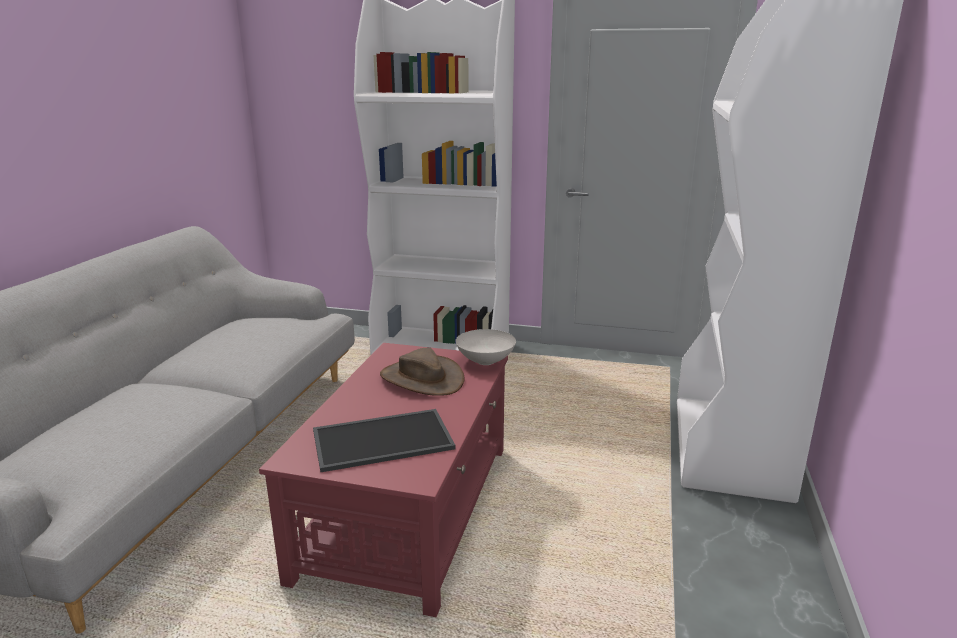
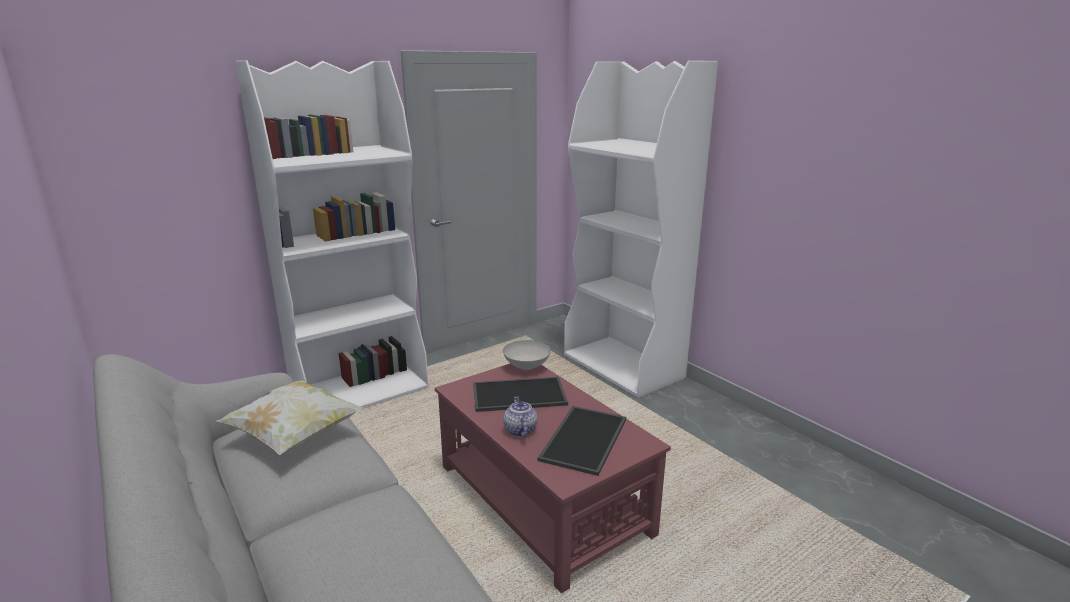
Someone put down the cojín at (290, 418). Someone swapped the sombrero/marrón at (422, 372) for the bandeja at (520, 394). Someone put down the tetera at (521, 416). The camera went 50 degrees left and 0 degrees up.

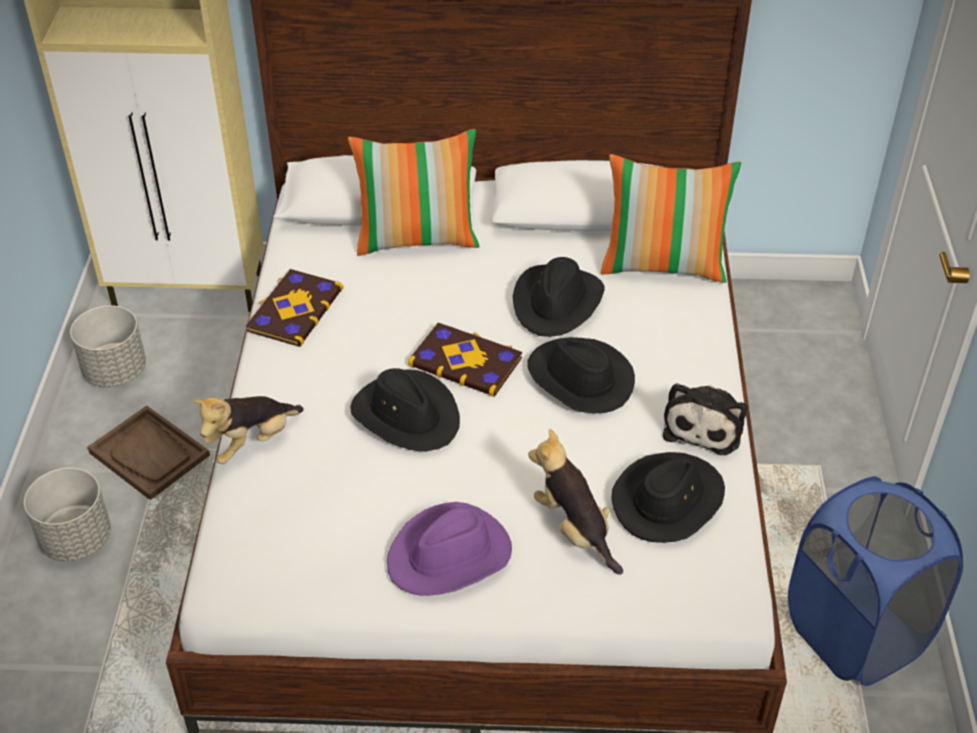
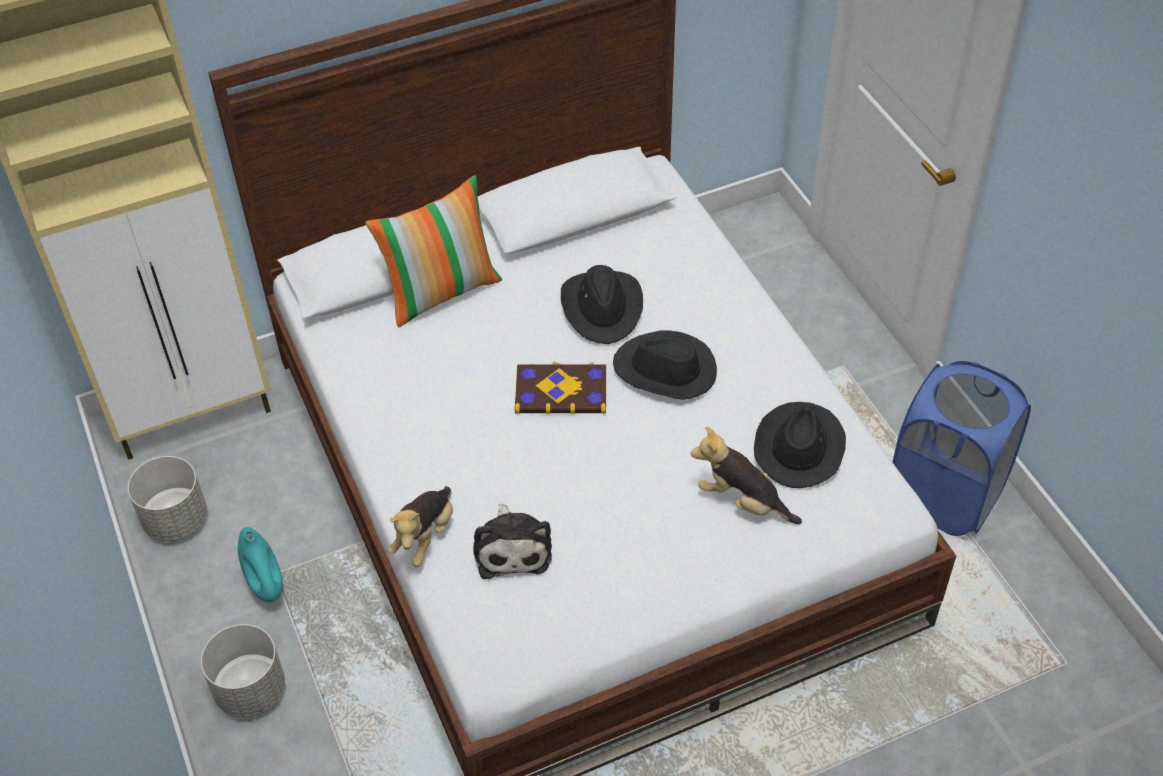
Someone swapped the bandeja/marrón at (149, 452) for the florero/turquesa at (260, 564). Someone carried the peluche from (705, 419) to (512, 541). Someone took away the libro at (295, 308). Someone took away the sombrero/negro at (405, 409). Someone took away the sombrero/morado at (449, 549). Someone took away the cojín at (671, 218). The camera went 25 degrees left and 5 degrees up.

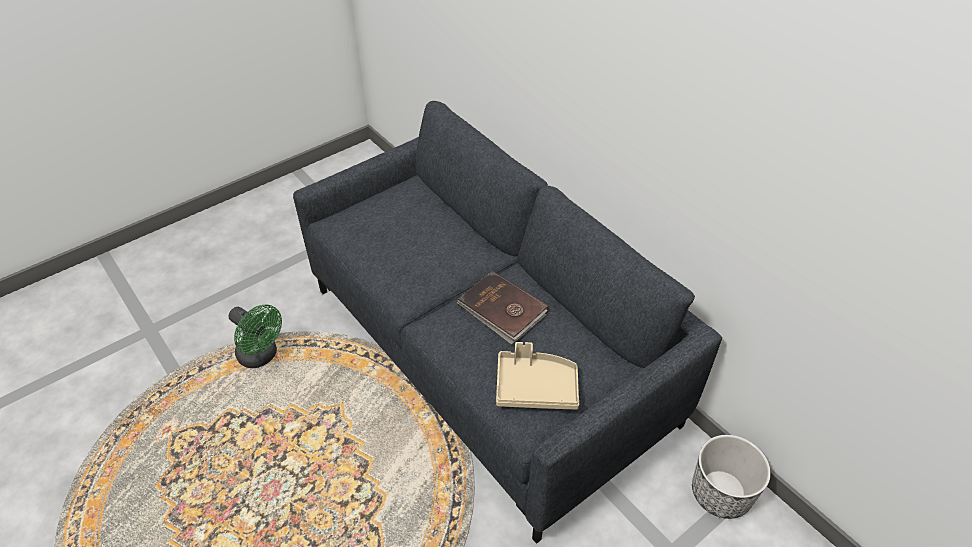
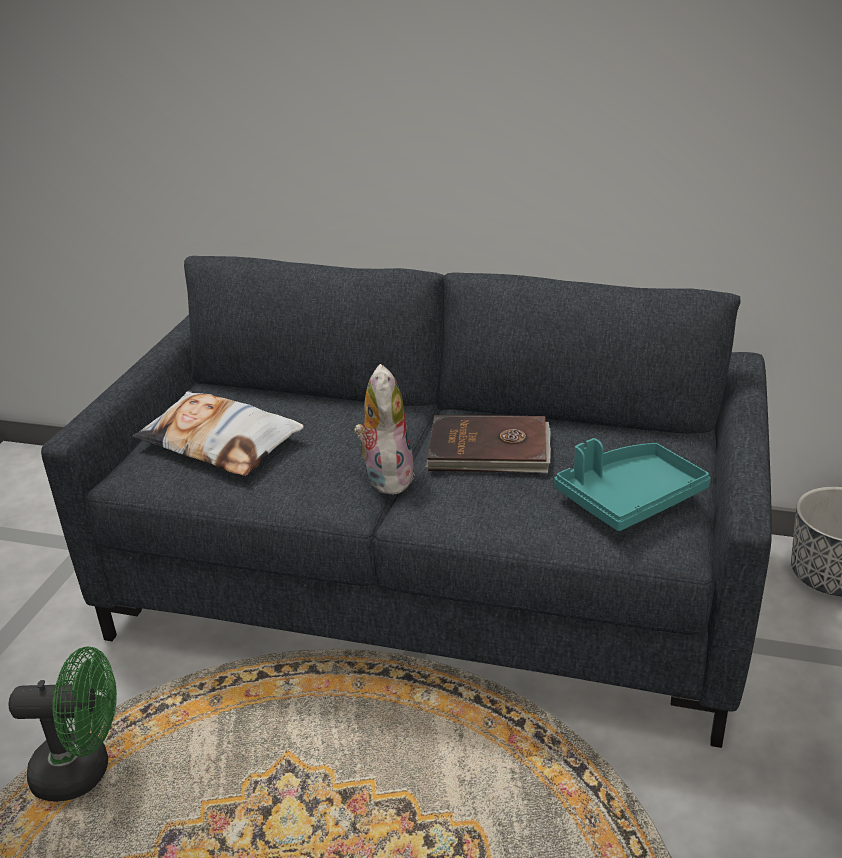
Someone put down the cojín at (218, 433). Someone put down the peluche at (384, 429). Someone repainted the bandeja/beis at (537, 376), which became the bandeja/turquesa at (633, 484). The camera went 35 degrees left and 15 degrees down.

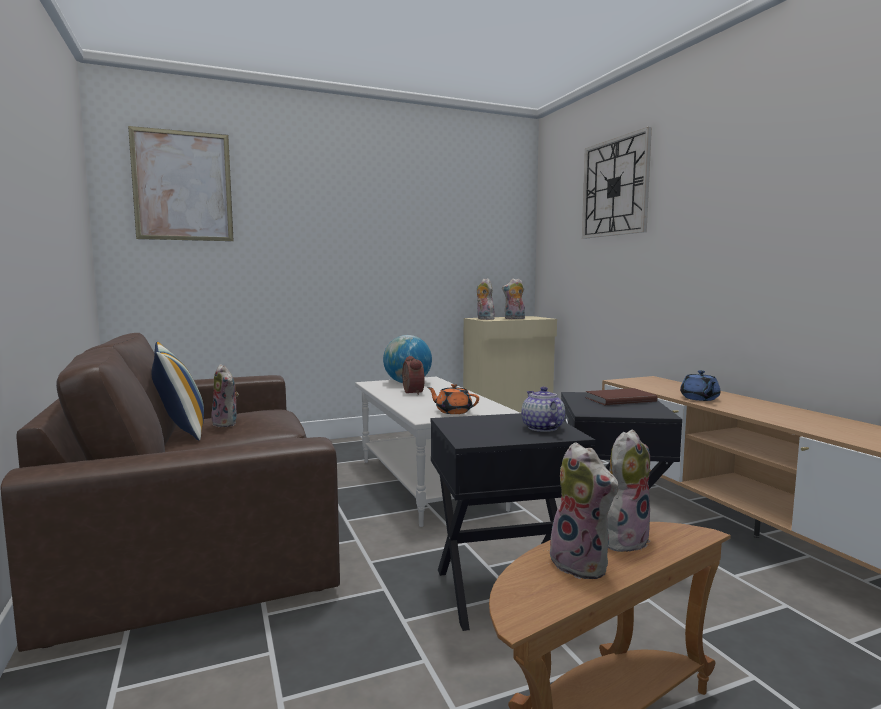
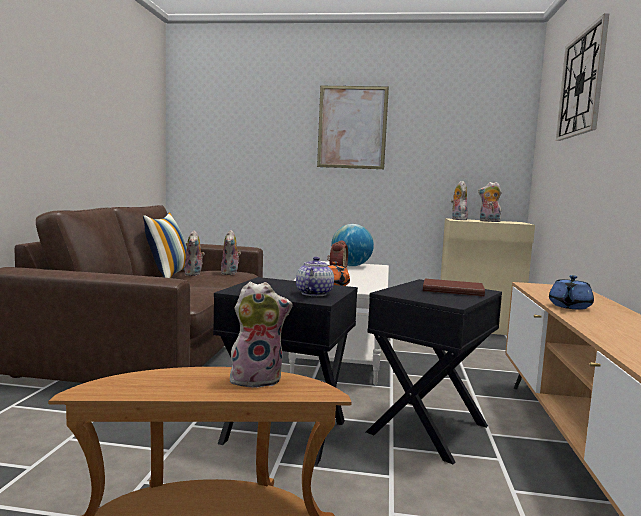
Someone carried the peluche from (583, 510) to (231, 252). Someone carried the cuadro from (181, 183) to (353, 127). The camera went 30 degrees right and 0 degrees up.

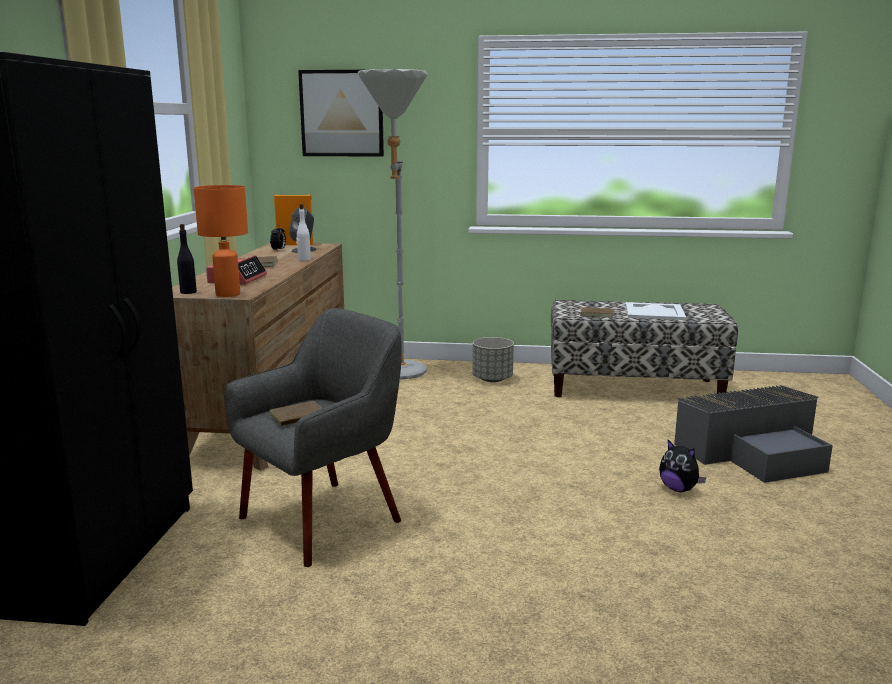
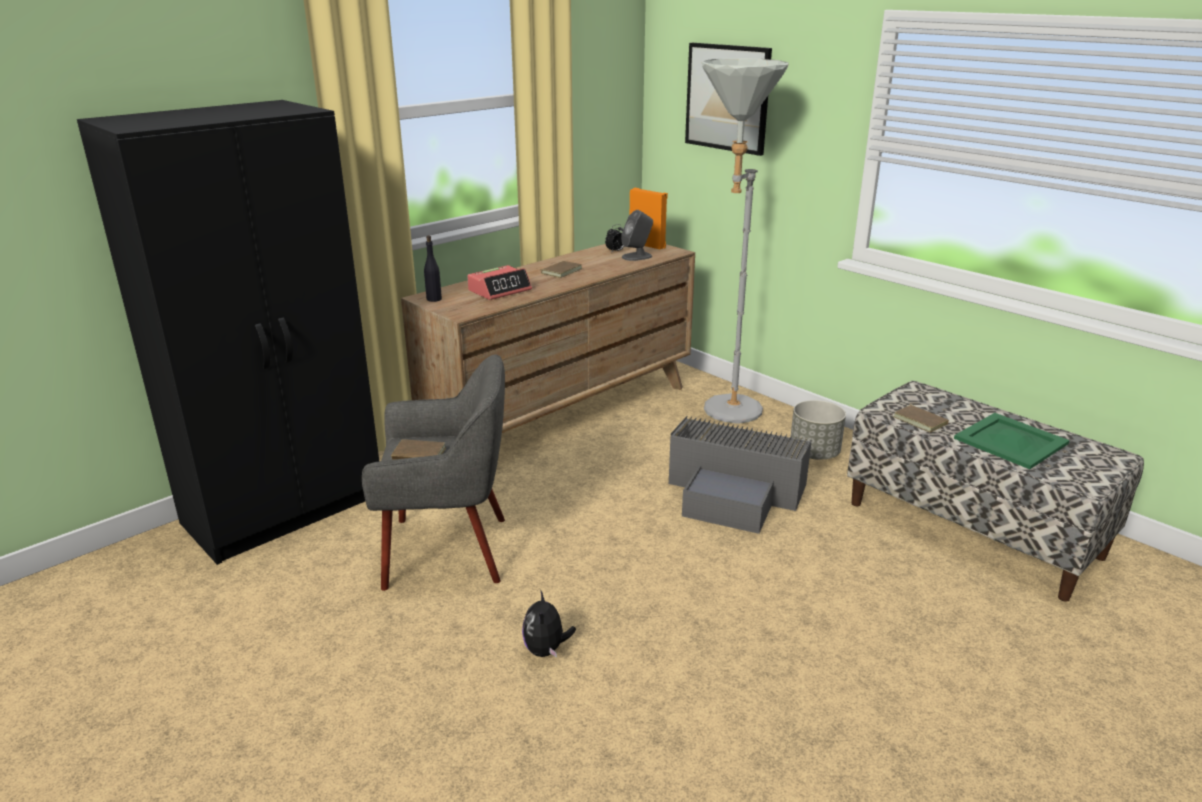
Someone carried the peluche from (682, 466) to (549, 623). Someone carried the caja de almacenaje/gris from (753, 434) to (740, 475). Someone repainted the bandeja/blanco at (656, 311), which became the bandeja/verde at (1012, 441). Someone took away the lámpara de mesa/naranja at (221, 241). Someone took away the botella/blanco at (303, 232). The camera went 40 degrees right and 10 degrees up.

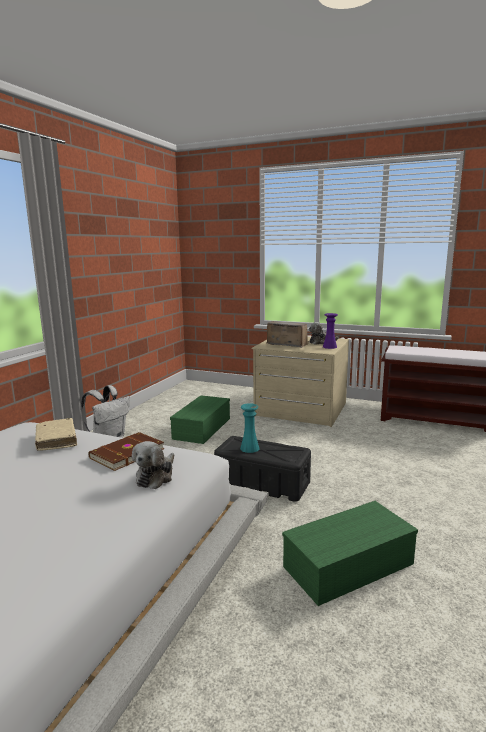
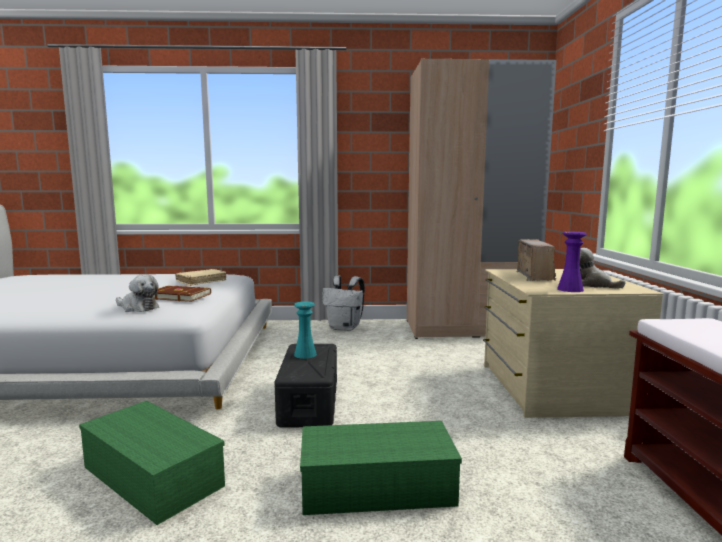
Someone rotated the peluche at (153, 465) by 150 degrees counterclockwise. Someone carried the caja de almacenaje/verde from (200, 419) to (381, 468). Someone put down the armario ropero/beis at (482, 199). The camera went 65 degrees right and 5 degrees down.

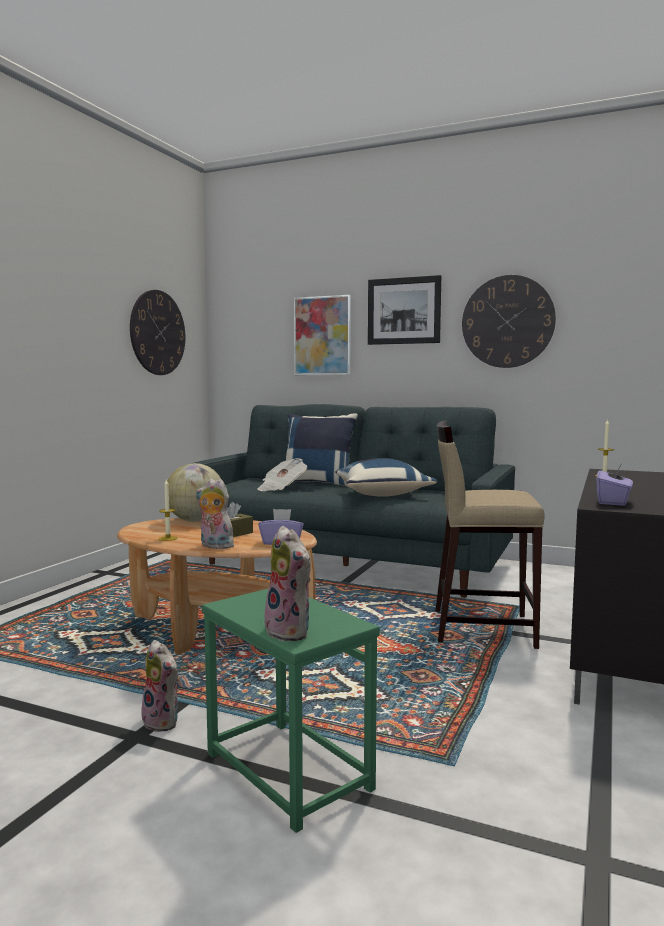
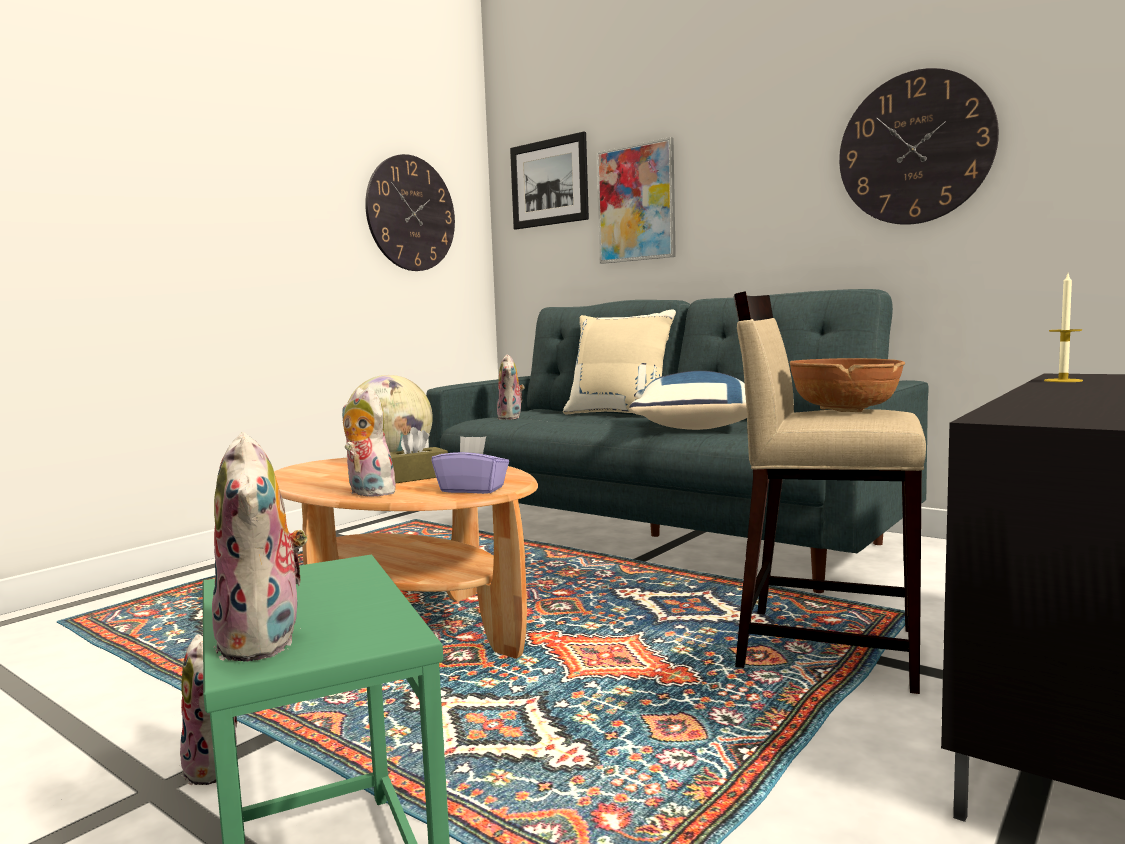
Someone put down the peluche at (511, 387). Someone carried the cuadro from (404, 310) to (549, 180). Someone repainted the cojín/azul at (322, 450), which became the cojín/beis at (619, 363). Someone put down the cuenco/marrón at (847, 385). Someone took away the vela at (168, 510). Someone took away the periódico at (282, 474). Someone took away the caja de pañuelos/morado at (614, 484). The camera went 15 degrees right and 0 degrees up.

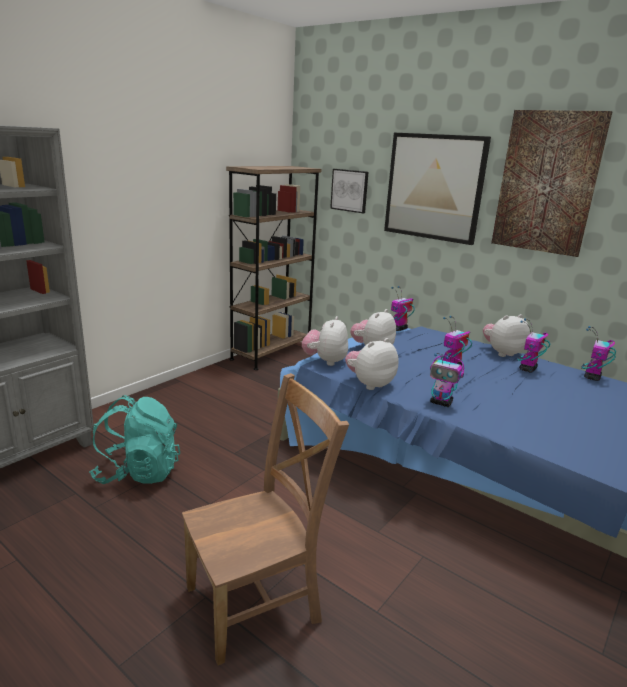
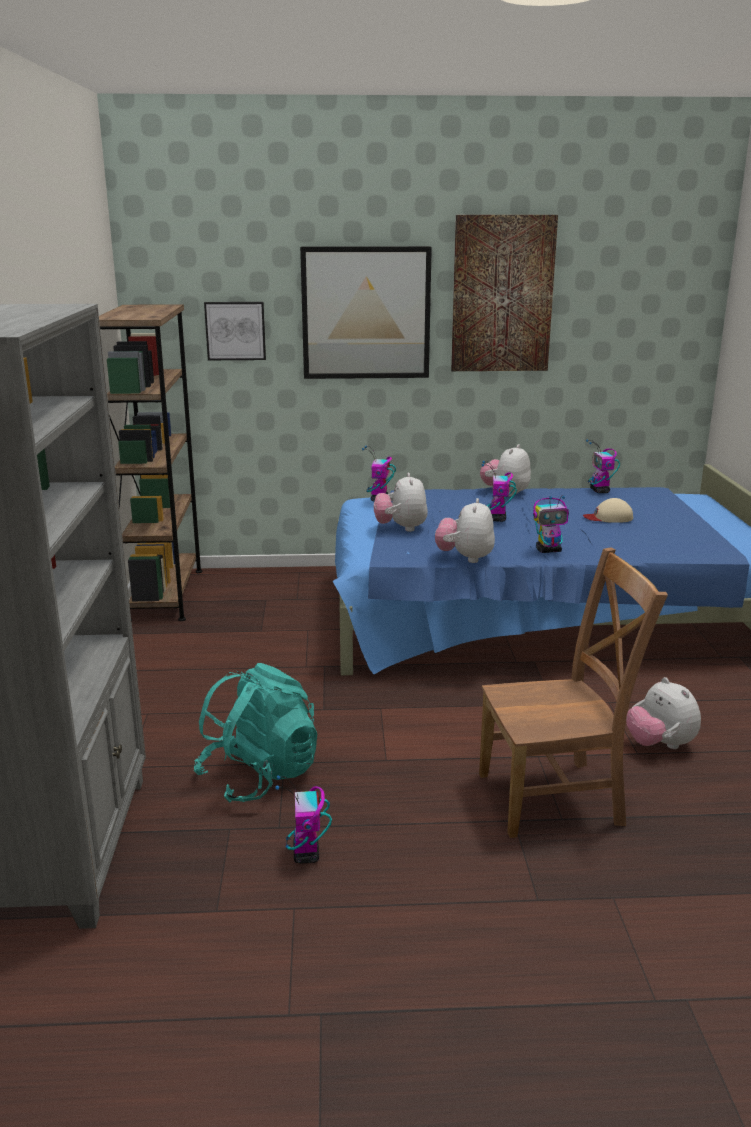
Someone carried the robot de juguete from (533, 346) to (303, 819). Someone rotated the silla/marrón at (265, 519) by 60 degrees clockwise. Someone put down the gorra/beis at (608, 510). Someone carried the peluche from (325, 341) to (663, 713). The camera went 40 degrees left and 0 degrees up.

